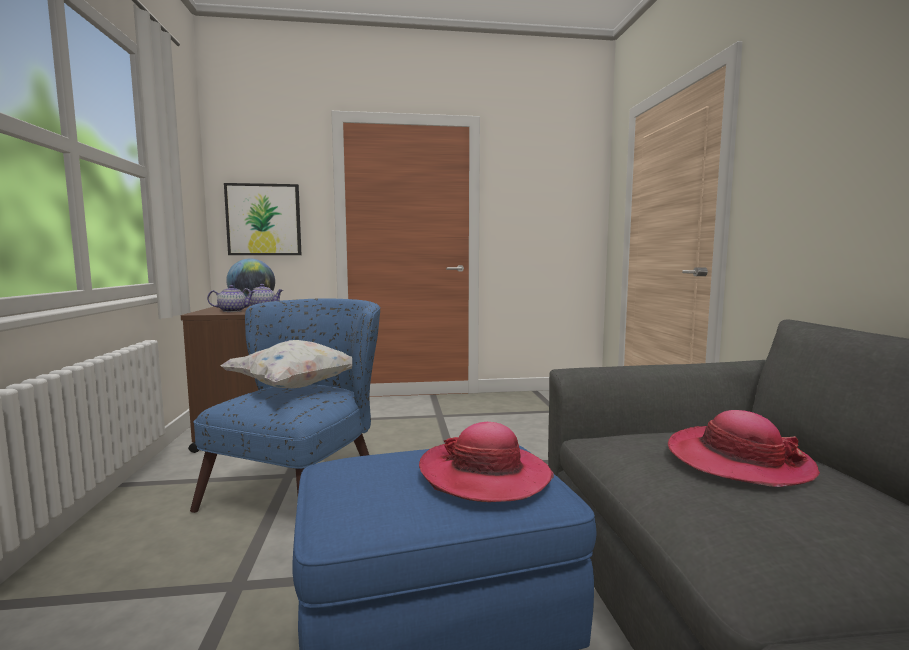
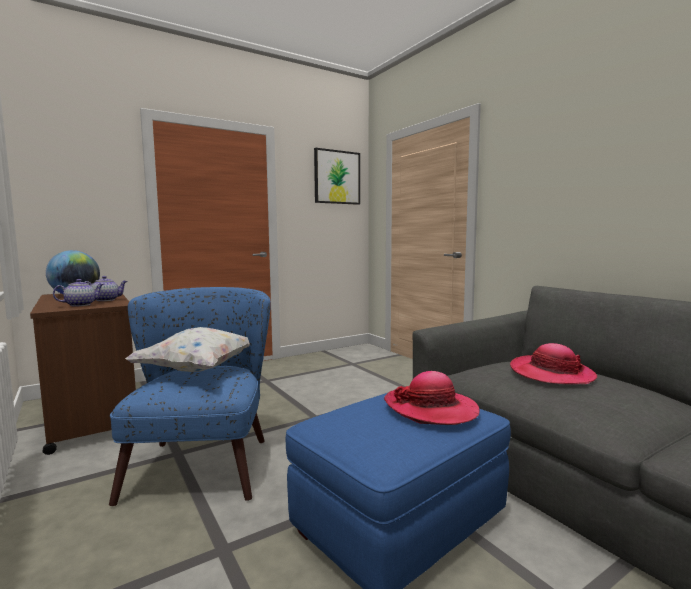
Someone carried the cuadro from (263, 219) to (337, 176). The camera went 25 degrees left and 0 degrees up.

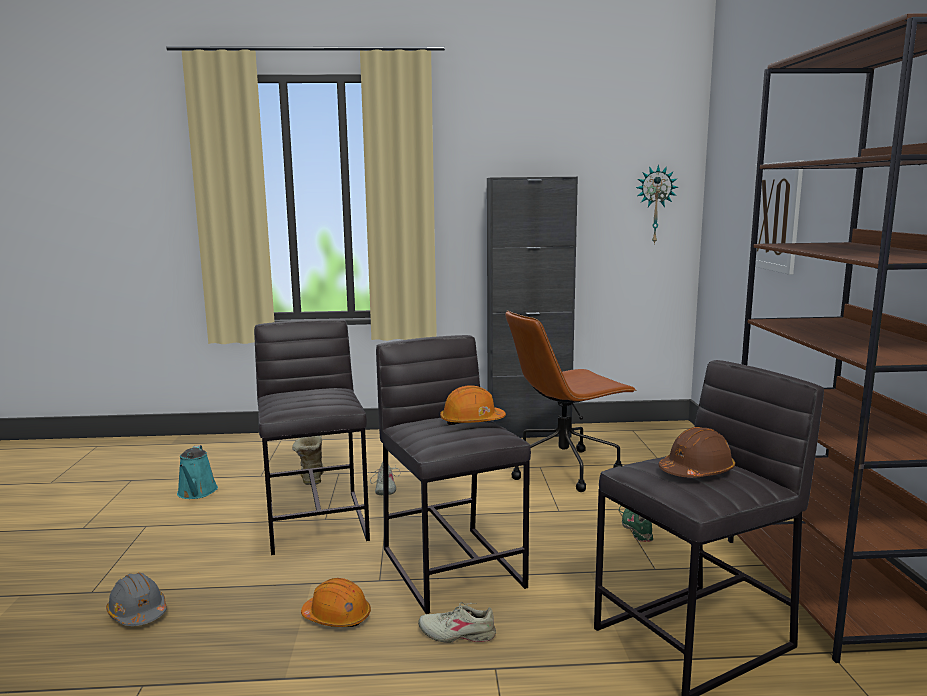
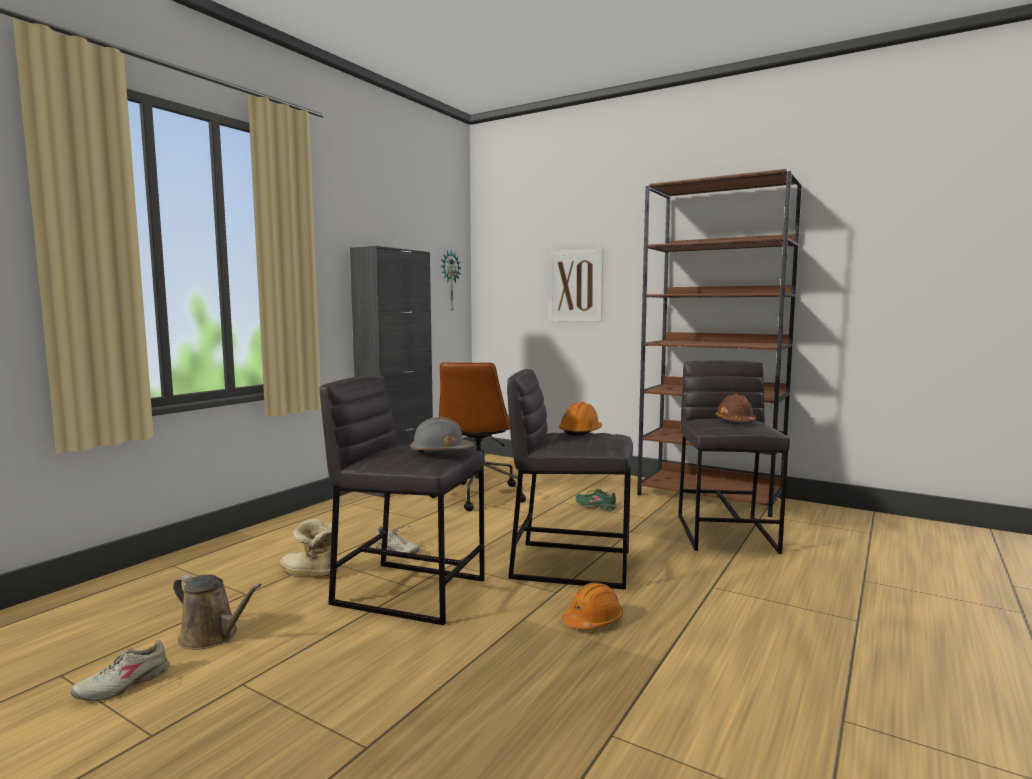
Someone carried the zapato/beis from (457, 622) to (119, 670). Someone repainted the regadera/turquesa at (197, 472), which became the regadera/marrón at (217, 612). Someone carried the casco/gris from (136, 599) to (442, 435). The camera went 55 degrees left and 5 degrees down.

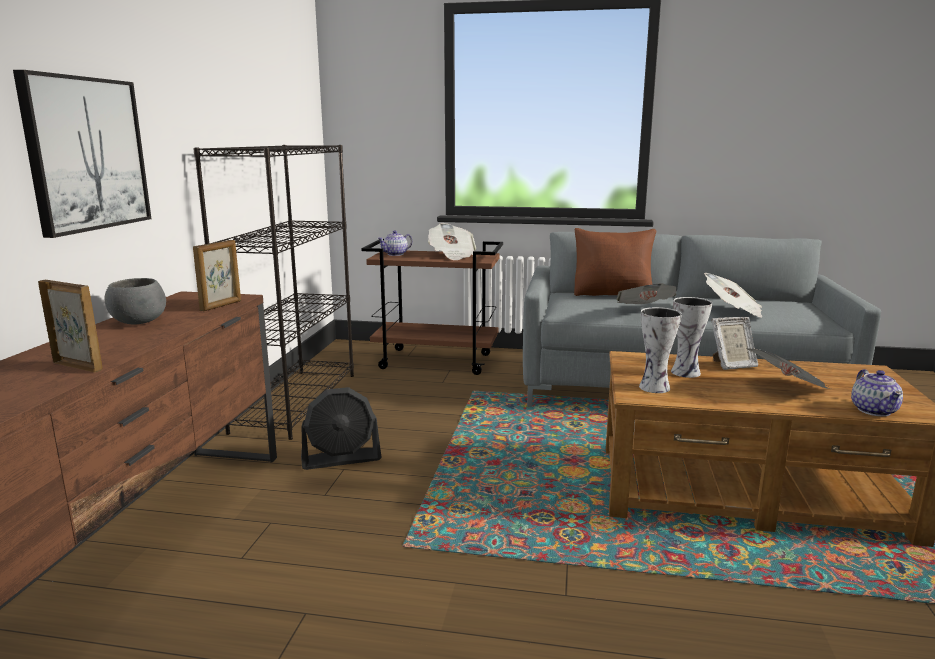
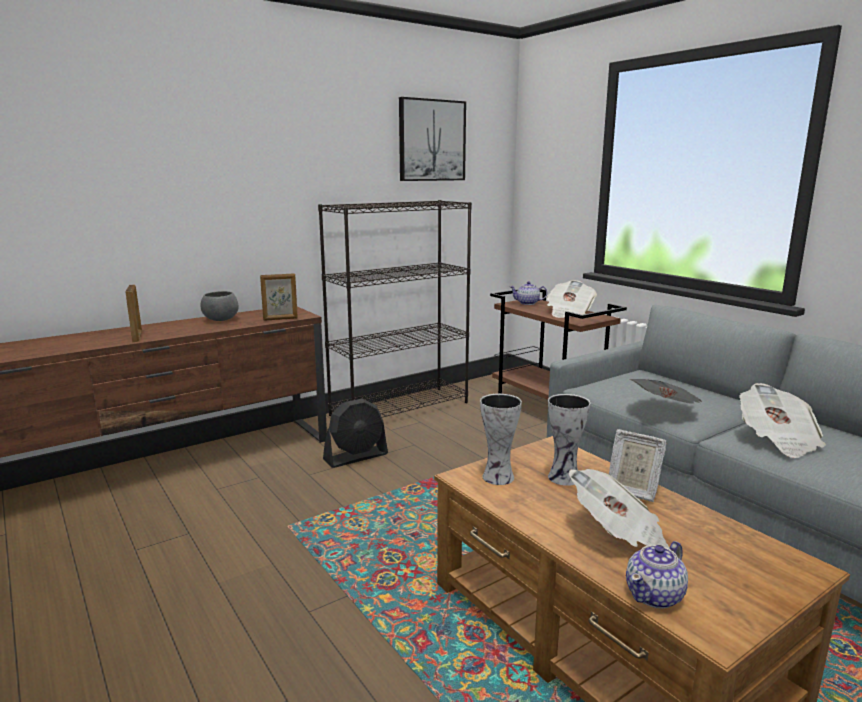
Someone rotated the ventilador/negro at (341, 428) by 60 degrees counterclockwise. Someone carried the cuadro from (82, 154) to (432, 139). Someone took away the cojín/marrón at (615, 262). The camera went 45 degrees right and 0 degrees up.

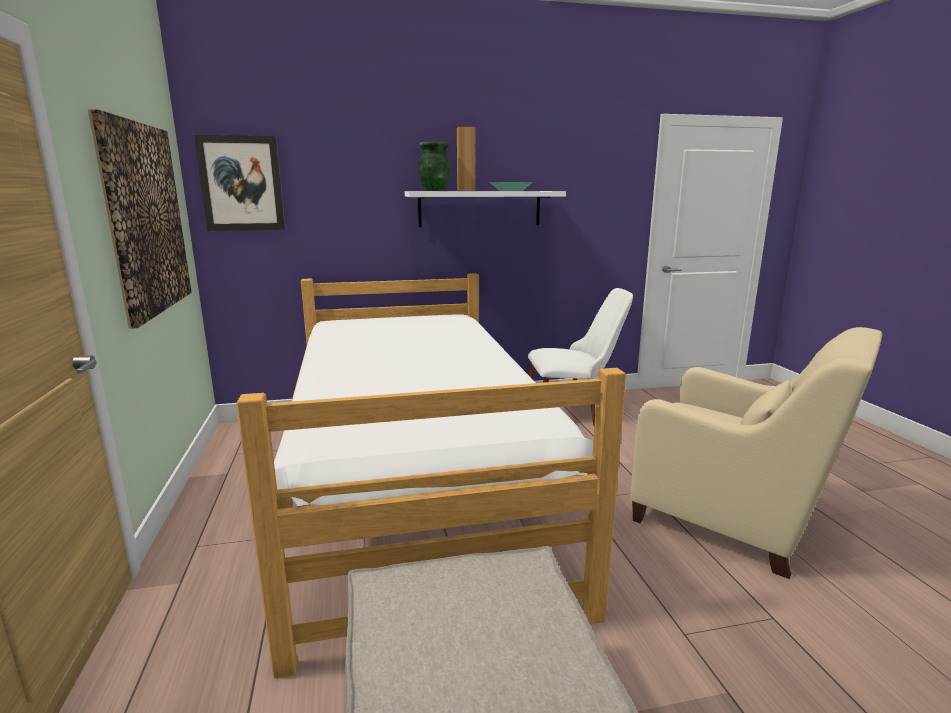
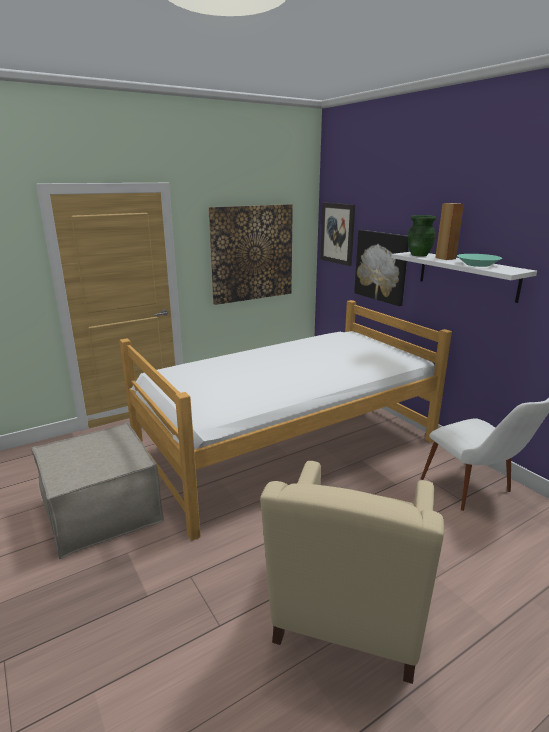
Someone put up the cuadro at (381, 268). The camera went 70 degrees right and 5 degrees up.

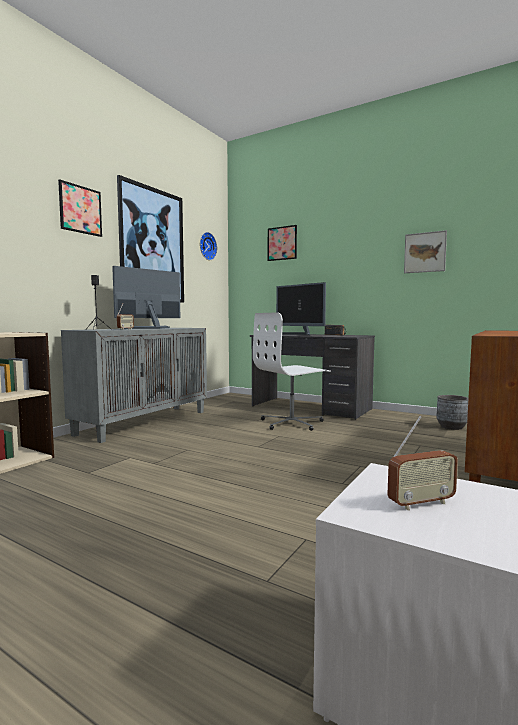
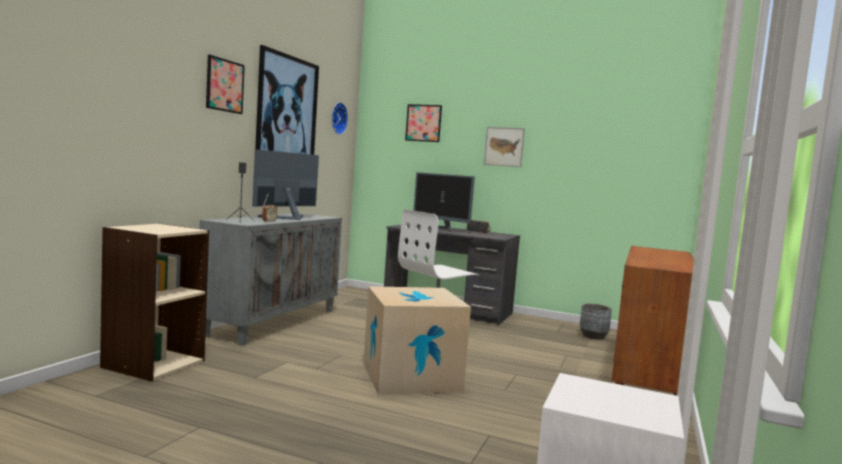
Someone put down the caja de cartón at (417, 340). Someone carried the cuadro from (425, 251) to (504, 147). Someone took away the radio at (422, 463). The camera went 10 degrees left and 0 degrees up.

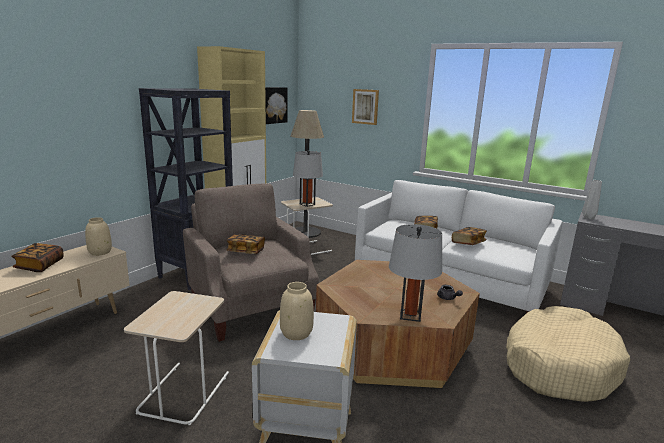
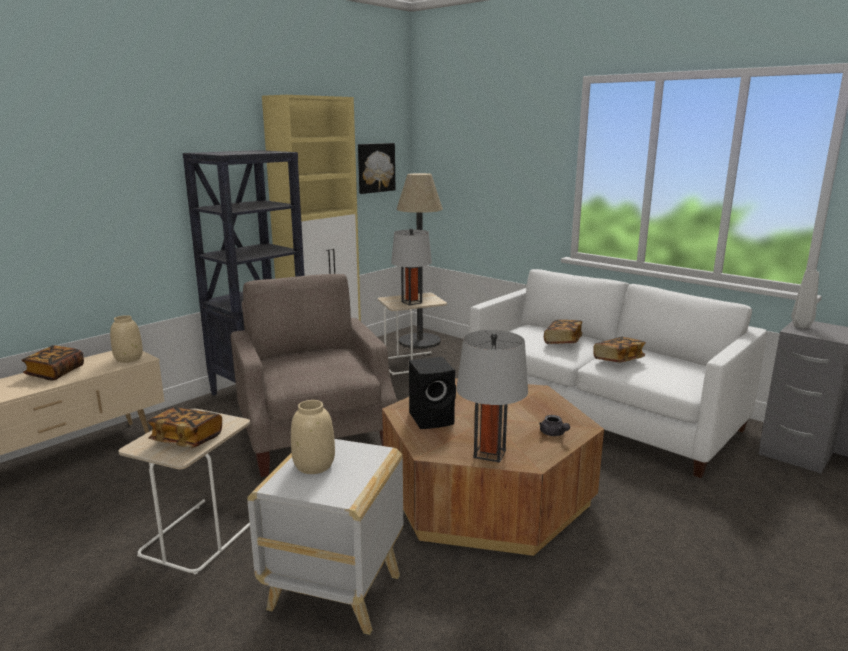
Someone carried the libro from (246, 244) to (185, 427). Someone put down the altavoz/negro at (432, 393). Someone took away the cuadro at (365, 107). Someone took away the cama para perro/beis at (568, 354). The camera went 10 degrees right and 0 degrees up.

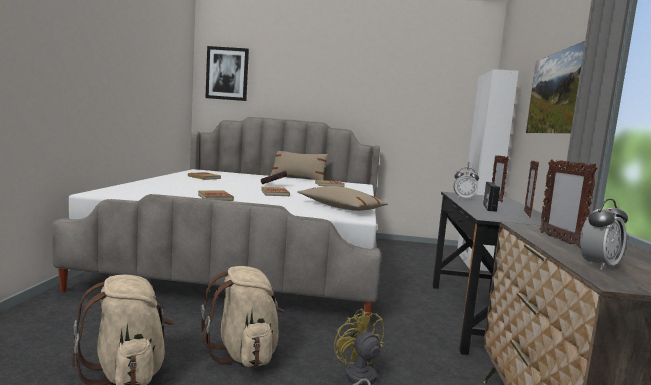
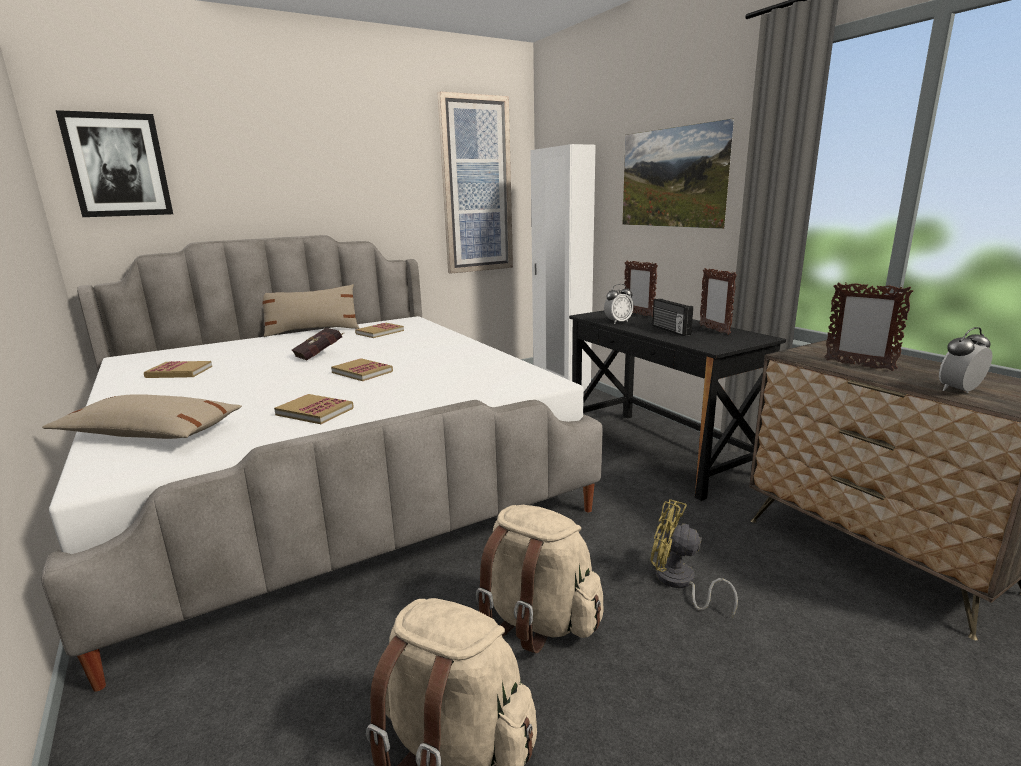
Someone carried the cojín/beis from (342, 198) to (142, 416). Someone put up the cuadro at (475, 182). Someone rotated the despertador at (604, 234) by 135 degrees counterclockwise. The camera went 35 degrees left and 10 degrees up.

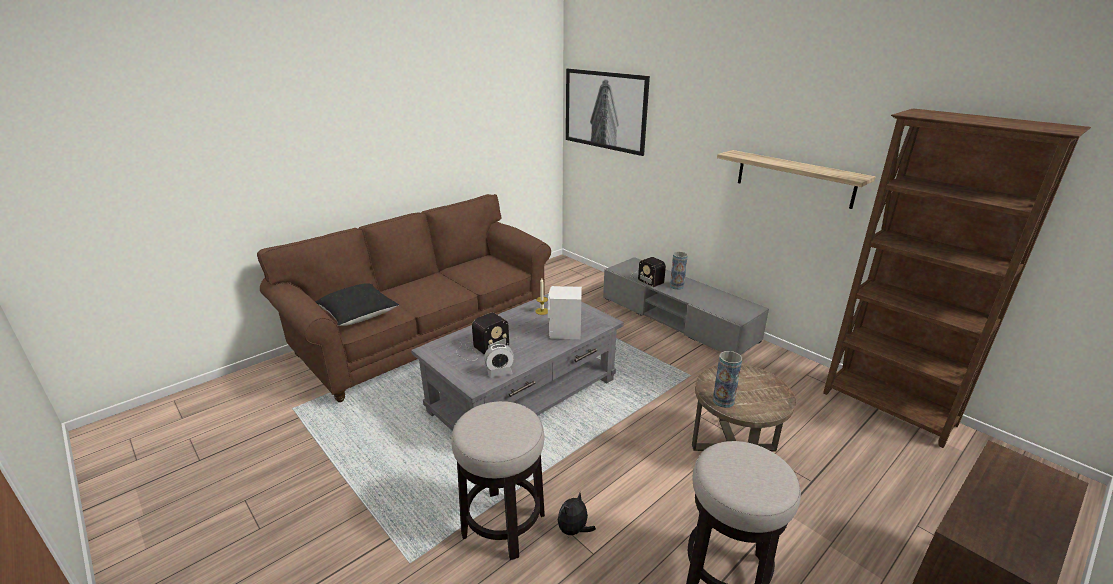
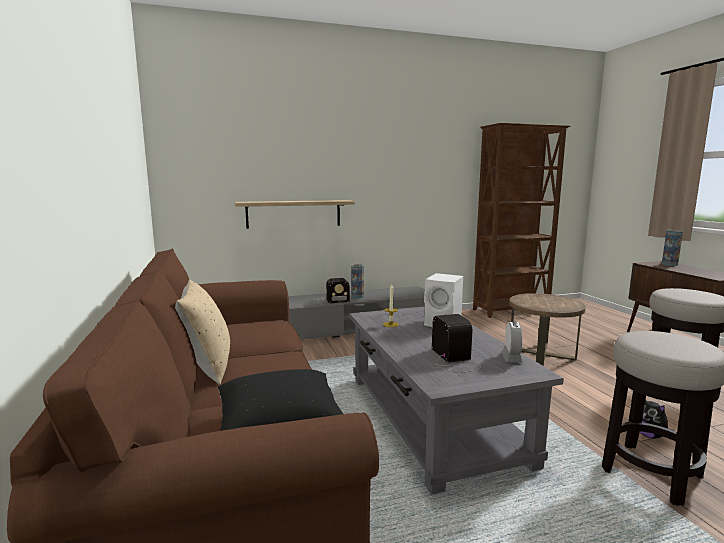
Someone put down the cojín/beis at (202, 332). Someone carried the estante from (796, 179) to (295, 214). Someone carried the florero from (727, 379) to (672, 248). Someone took away the cuadro at (608, 112). The camera went 65 degrees left and 15 degrees down.

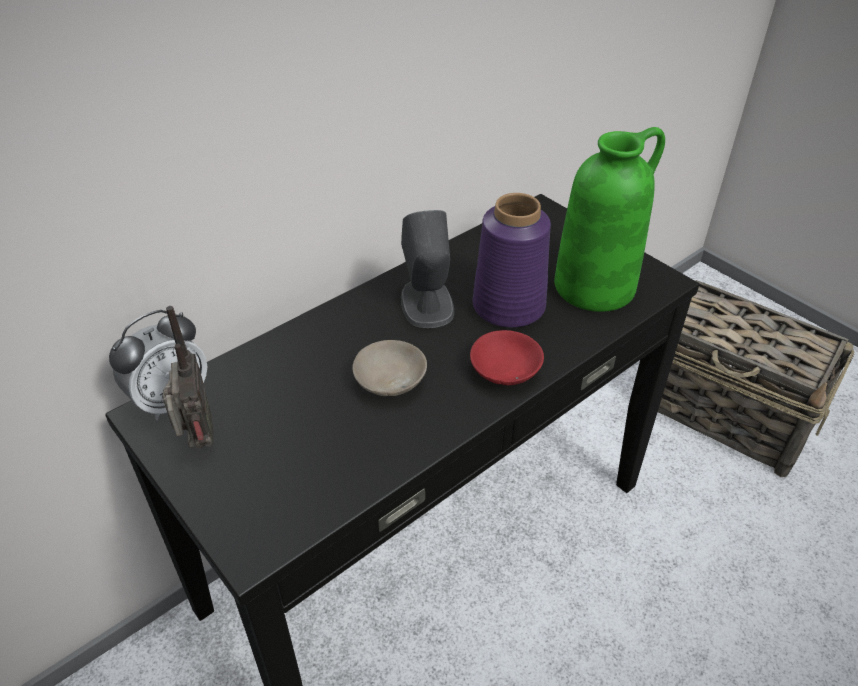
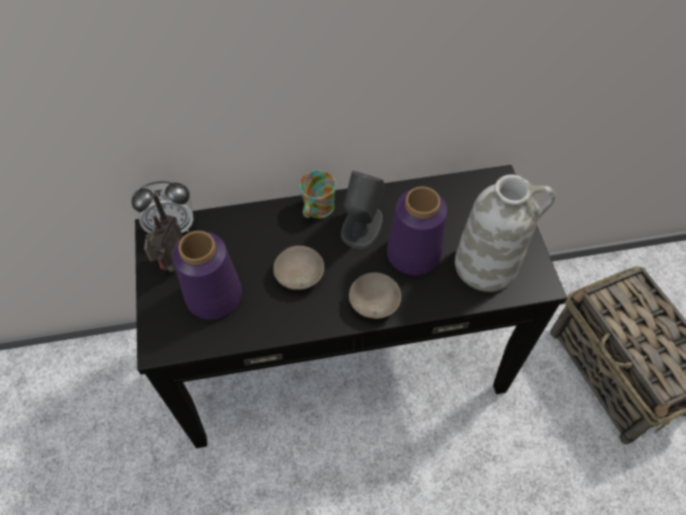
Someone put down the florero/morado at (207, 275). Someone put down the taza grande at (317, 194). Someone repainted the cuenco/rojo at (507, 357), which became the cuenco/beis at (375, 295). Someone repainted the florero/verde at (609, 219), which became the florero/blanco at (505, 233). The camera went 30 degrees right and 15 degrees up.

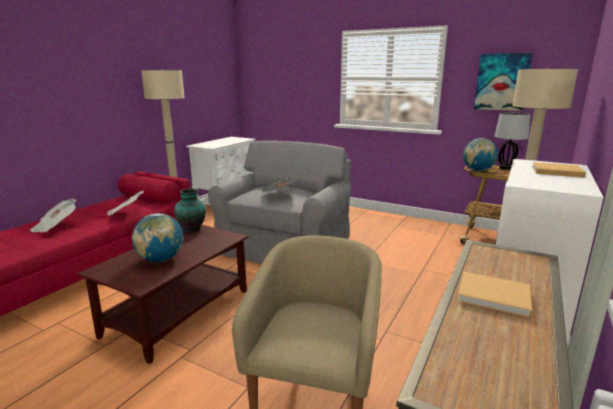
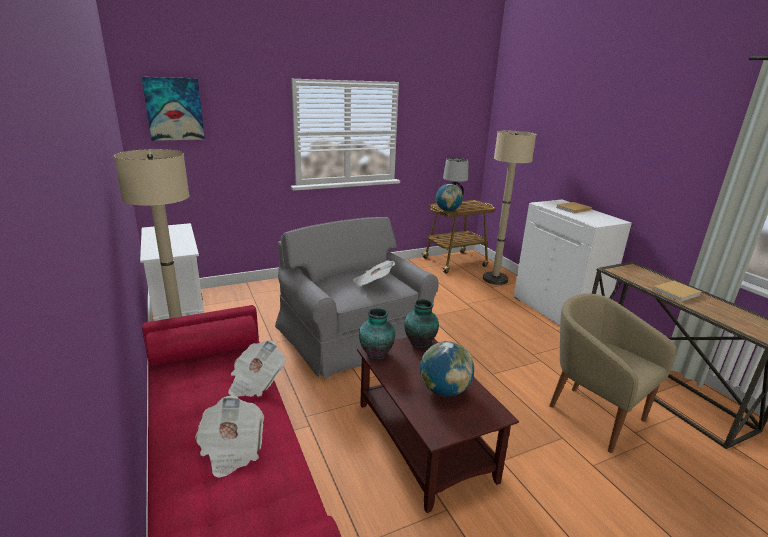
Someone carried the cuadro from (503, 82) to (173, 109). Someone put down the florero at (421, 323). The camera went 55 degrees left and 5 degrees up.

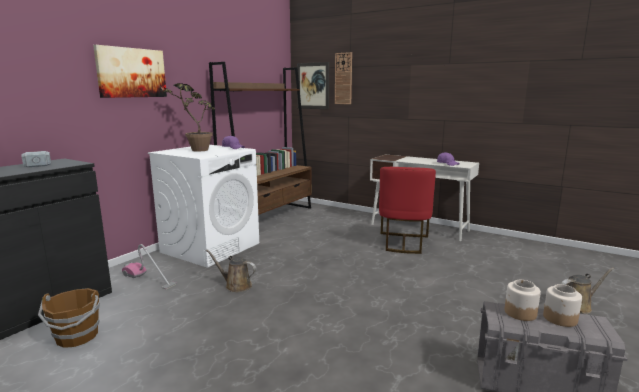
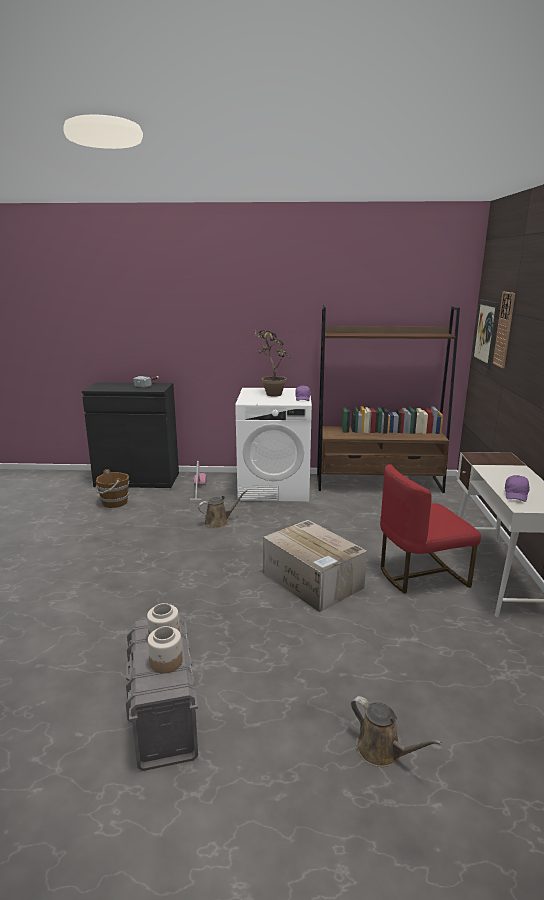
Someone rotated the regadera/marrón at (231, 271) by 75 degrees clockwise. Someone put down the caja de cartón at (315, 566). Someone took away the cuadro at (130, 71). The camera went 60 degrees right and 5 degrees up.

